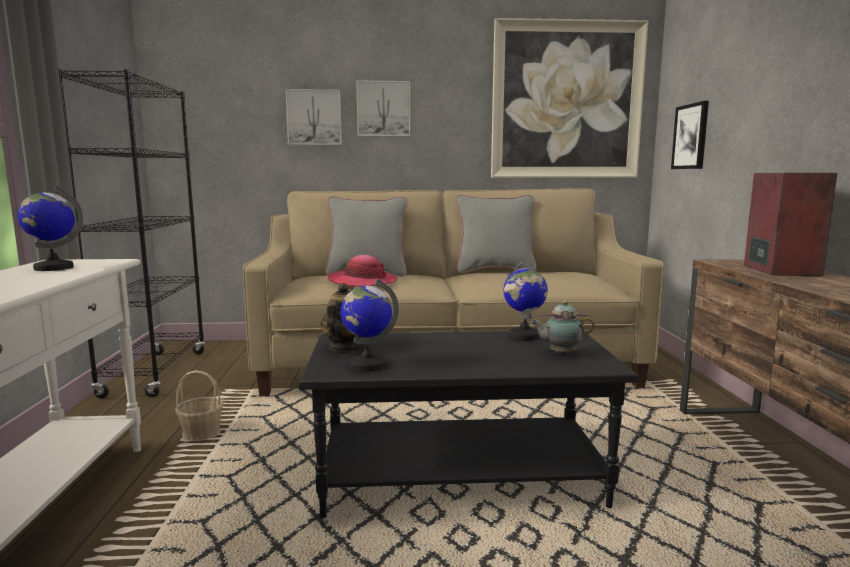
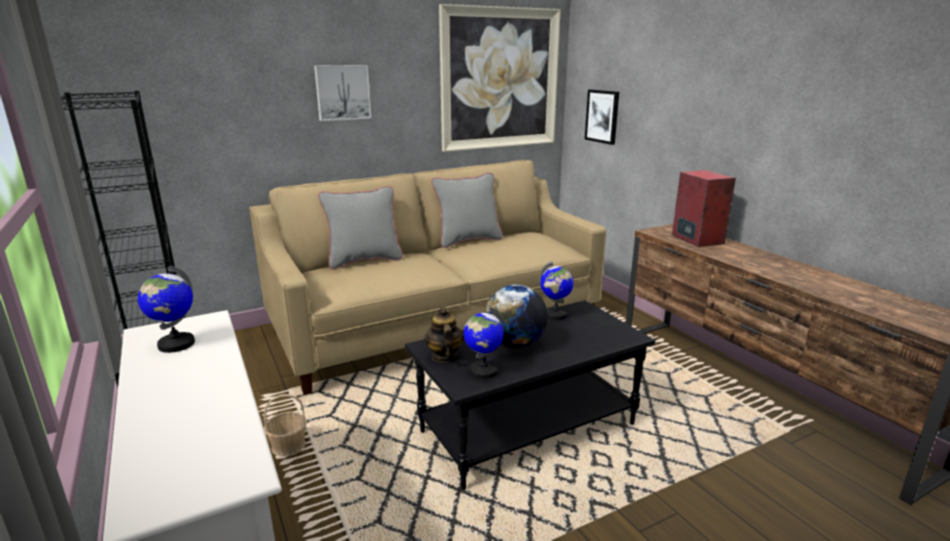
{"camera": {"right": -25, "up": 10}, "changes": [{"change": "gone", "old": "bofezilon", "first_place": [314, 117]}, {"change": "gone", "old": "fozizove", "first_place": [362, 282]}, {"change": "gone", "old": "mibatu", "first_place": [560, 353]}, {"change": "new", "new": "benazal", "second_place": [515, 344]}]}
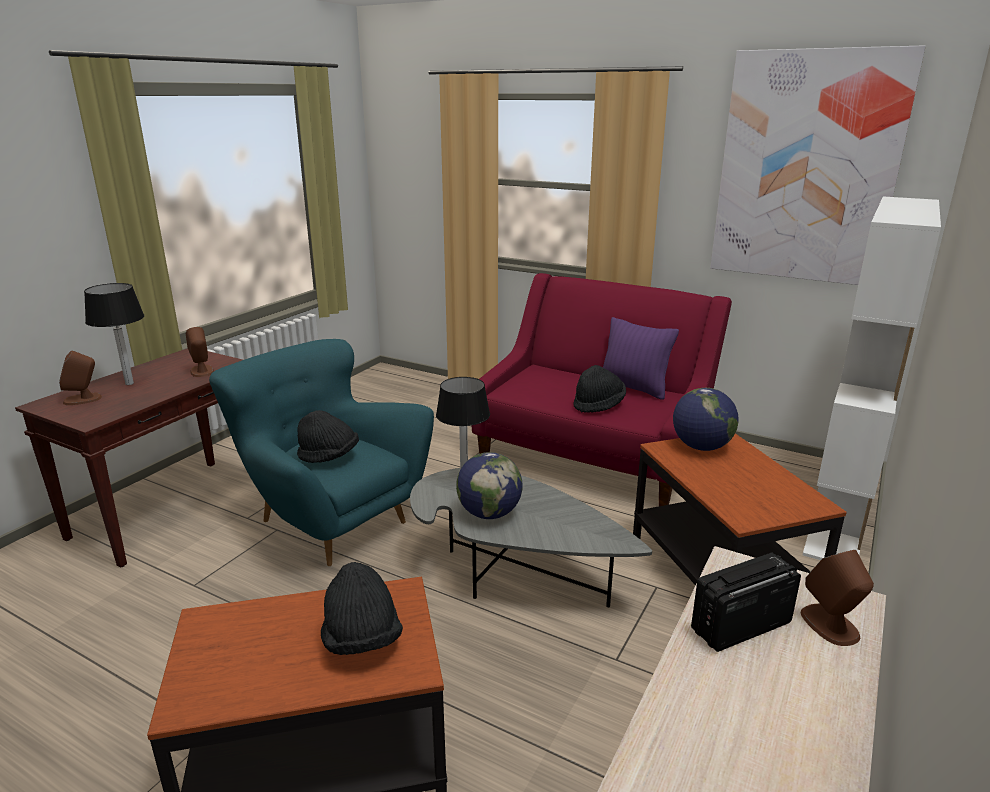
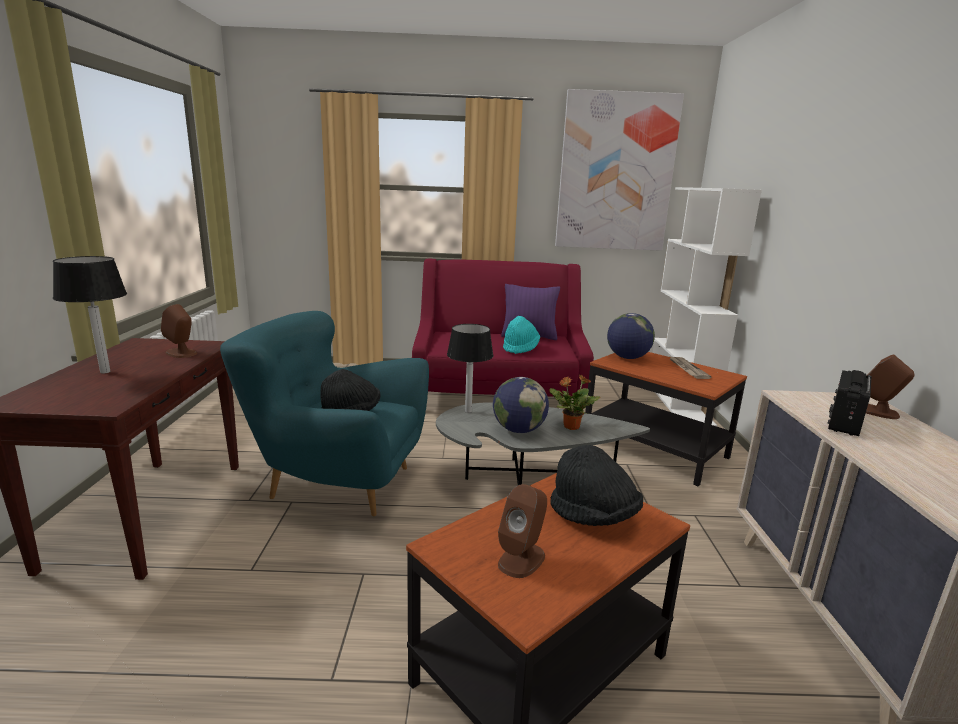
{"camera": {"right": -30, "up": -5}, "changes": [{"change": "new", "new": "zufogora", "second_place": [570, 426]}, {"change": "new", "new": "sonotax", "second_place": [687, 369]}, {"change": "shifted", "old": "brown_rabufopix", "first_place": [83, 399], "second_place": [522, 559]}, {"change": "repainted", "old": "black_fozizove", "new": "turquoise_fozizove", "first_place": [598, 405], "second_place": [520, 348]}]}
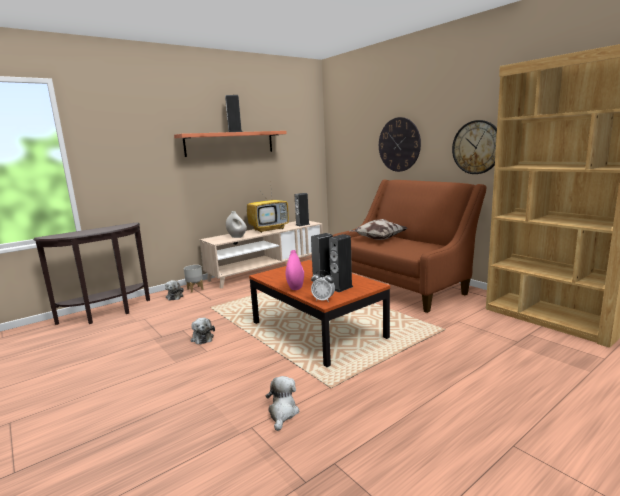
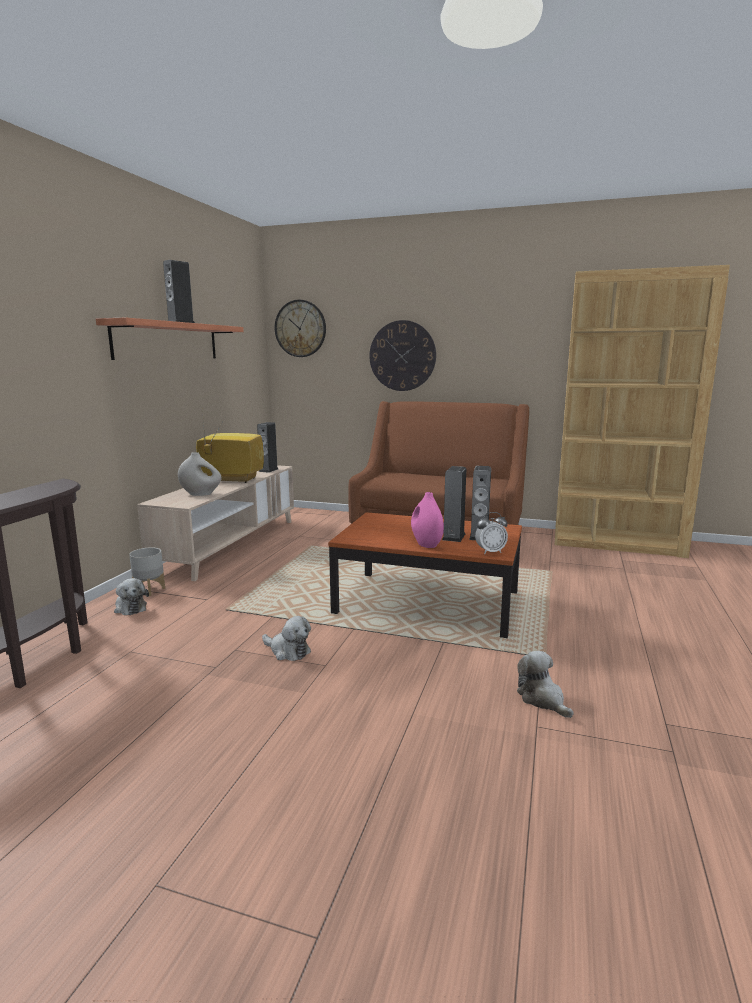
{"camera": {"right": -35, "up": 0}, "changes": [{"change": "gone", "old": "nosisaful", "first_place": [378, 239]}, {"change": "shifted", "old": "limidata", "first_place": [477, 147], "second_place": [300, 328]}, {"change": "rotated", "old": "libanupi", "first_place": [269, 229], "second_place": [230, 480], "degrees": -105}]}
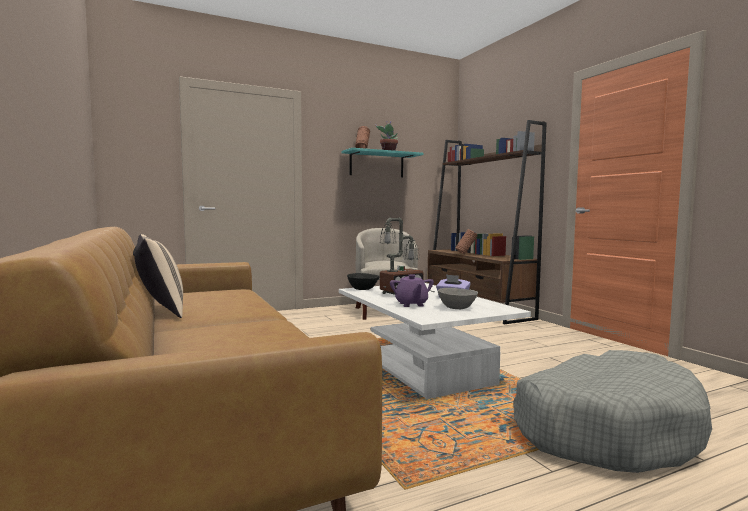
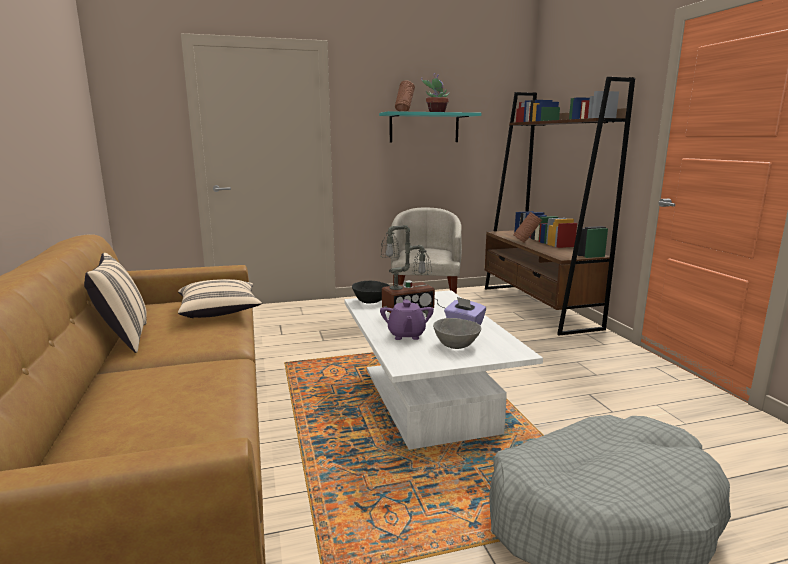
{"camera": {"right": 10, "up": 10}, "changes": [{"change": "new", "new": "beige_nosisaful", "second_place": [220, 312]}]}
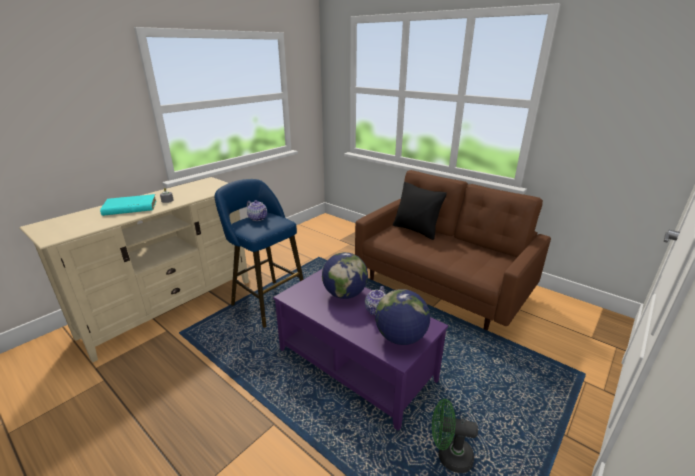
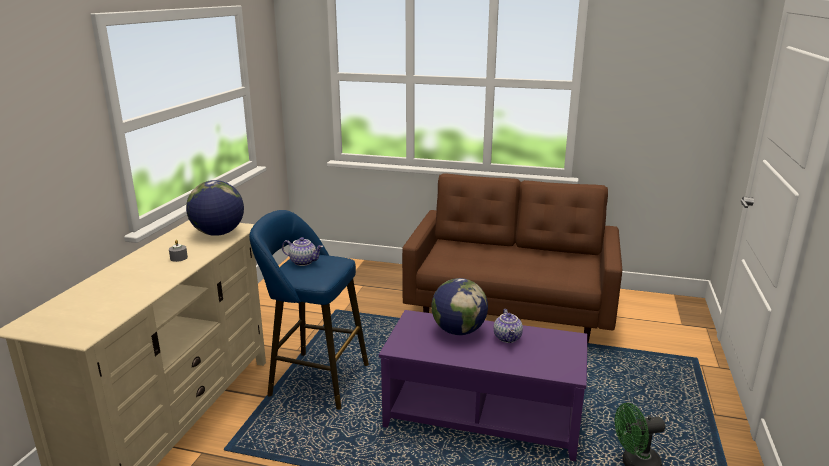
{"camera": {"right": -25, "up": -5}, "changes": [{"change": "gone", "old": "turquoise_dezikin", "first_place": [130, 208]}, {"change": "gone", "old": "black_nosisaful", "first_place": [416, 230]}, {"change": "shifted", "old": "benazal", "first_place": [400, 338], "second_place": [218, 233]}]}
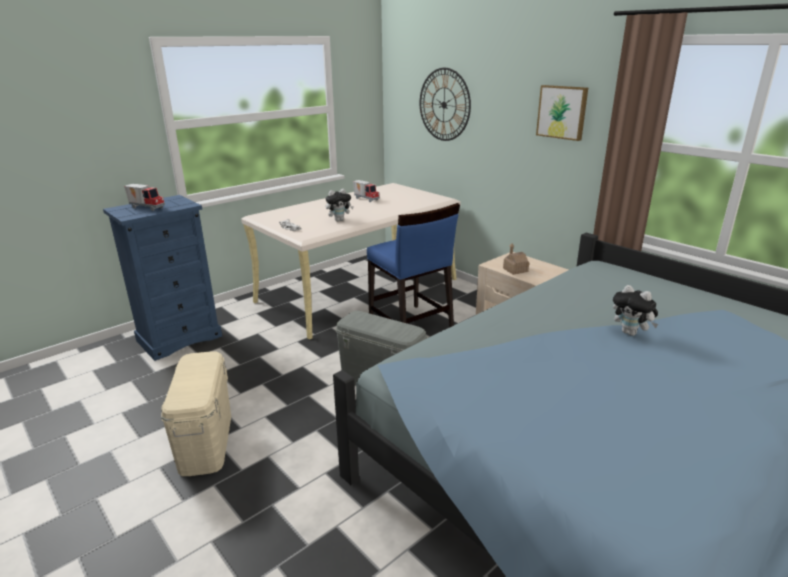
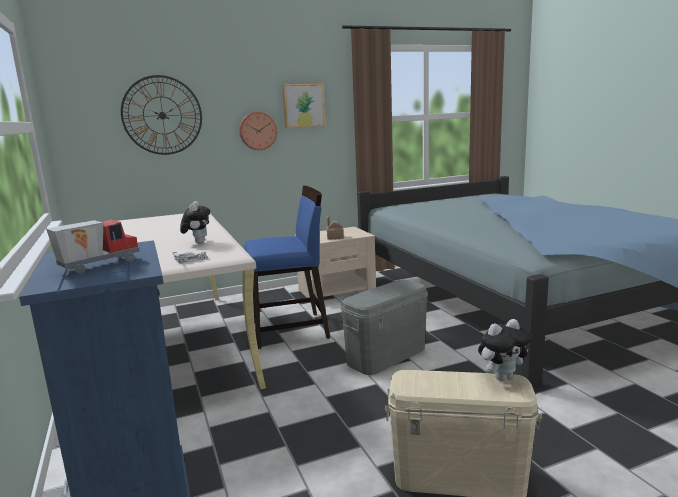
{"camera": {"right": -70, "up": -10}, "changes": [{"change": "gone", "old": "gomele", "first_place": [366, 199]}, {"change": "new", "new": "limidata", "second_place": [258, 131]}, {"change": "shifted", "old": "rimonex", "first_place": [631, 333], "second_place": [502, 377]}]}
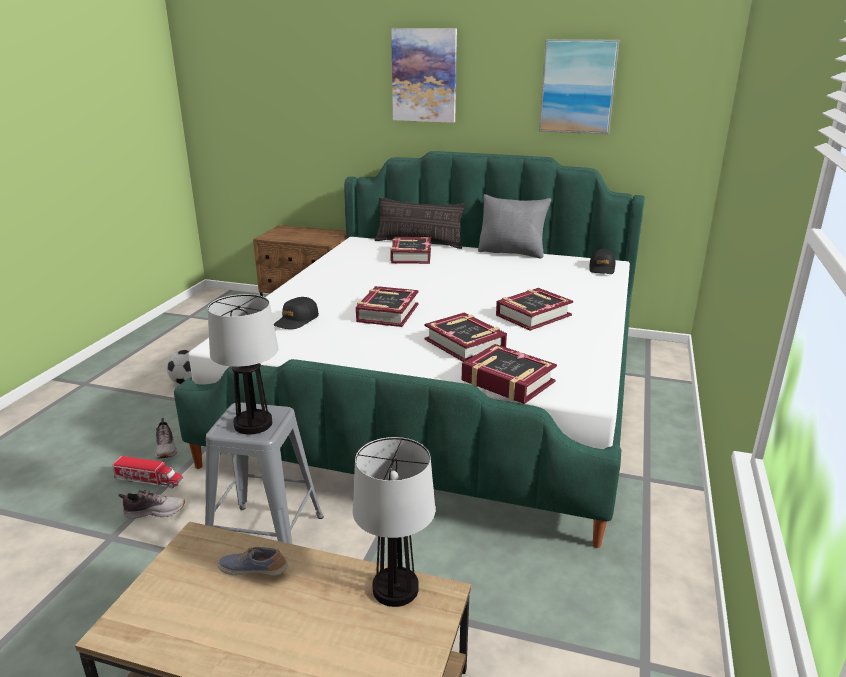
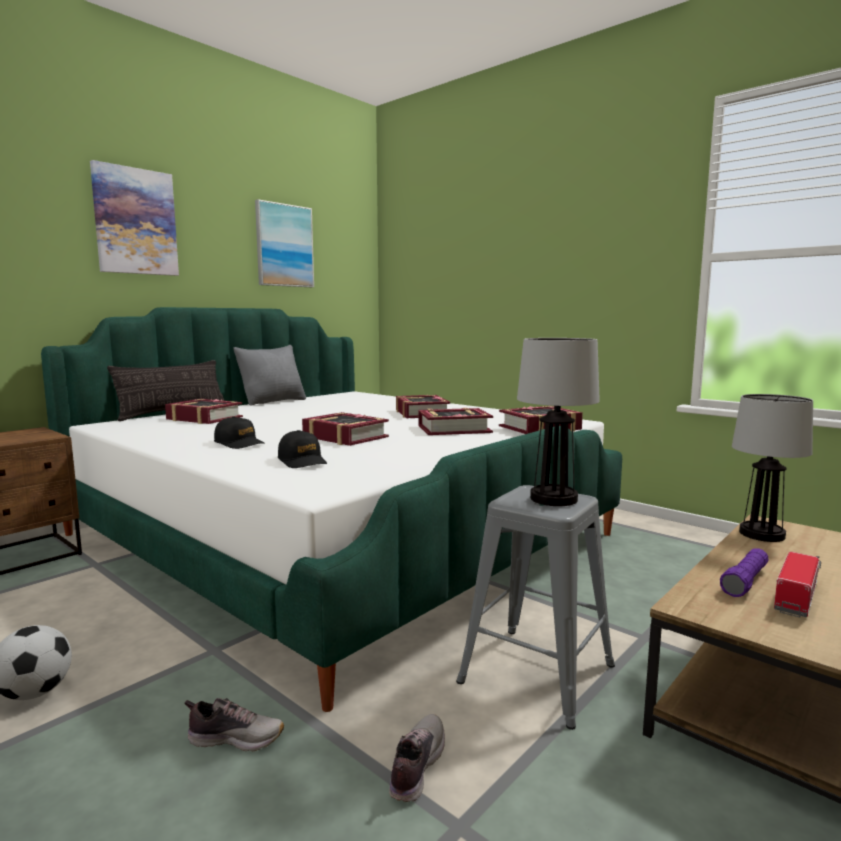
{"camera": {"right": -65, "up": -15}, "changes": [{"change": "shifted", "old": "gomele", "first_place": [149, 480], "second_place": [797, 594]}, {"change": "shifted", "old": "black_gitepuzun", "first_place": [602, 268], "second_place": [239, 443]}, {"change": "swapped", "old": "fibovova", "new": "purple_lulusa", "first_place": [253, 570], "second_place": [745, 582]}]}
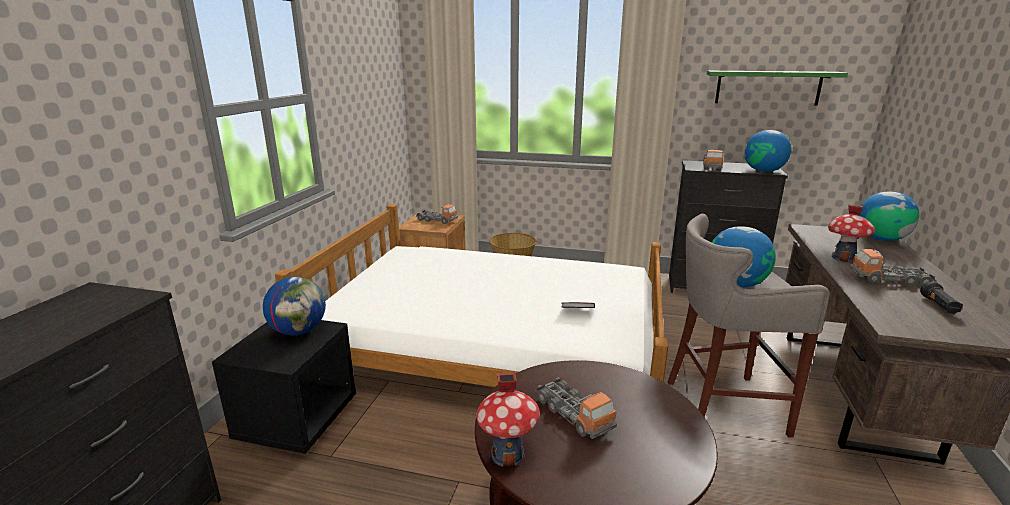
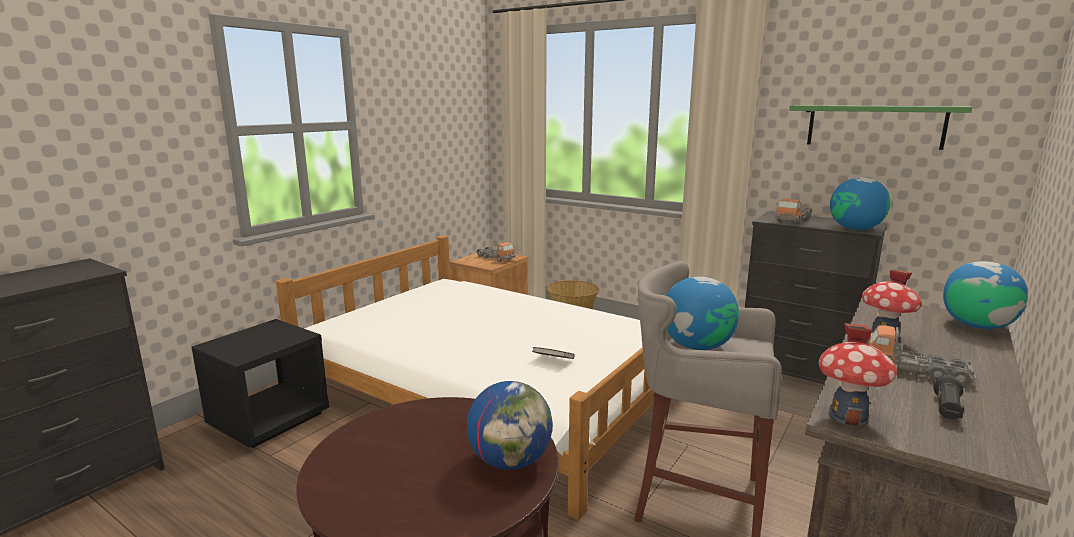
{"camera": {"right": 20, "up": -5}, "changes": [{"change": "gone", "old": "gomele", "first_place": [573, 414]}, {"change": "shifted", "old": "benazal", "first_place": [299, 331], "second_place": [510, 461]}, {"change": "shifted", "old": "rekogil", "first_place": [508, 454], "second_place": [848, 416]}]}
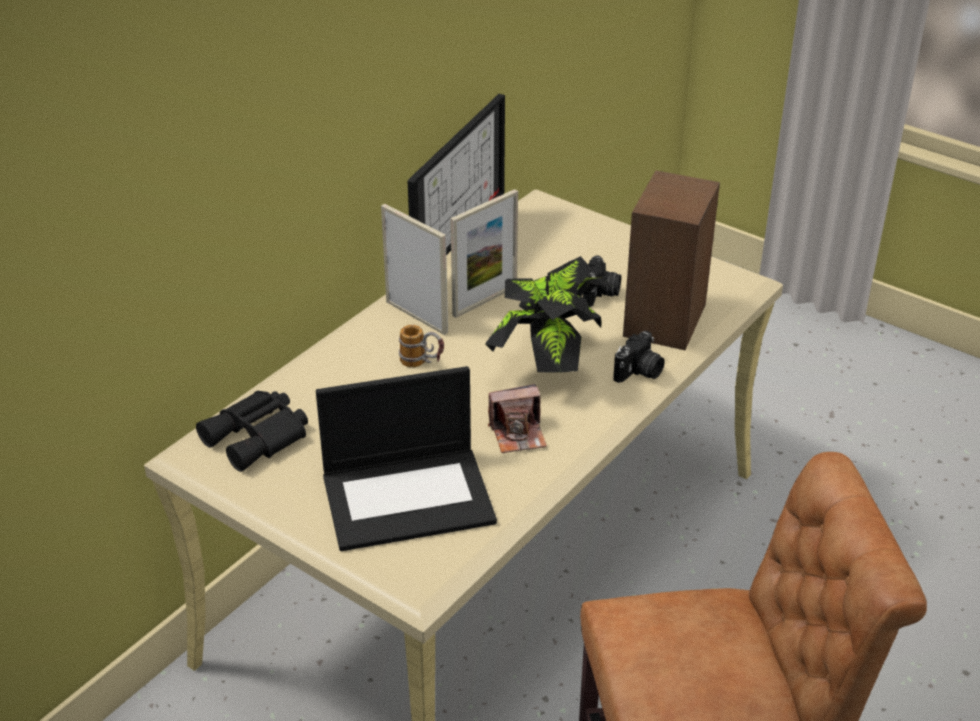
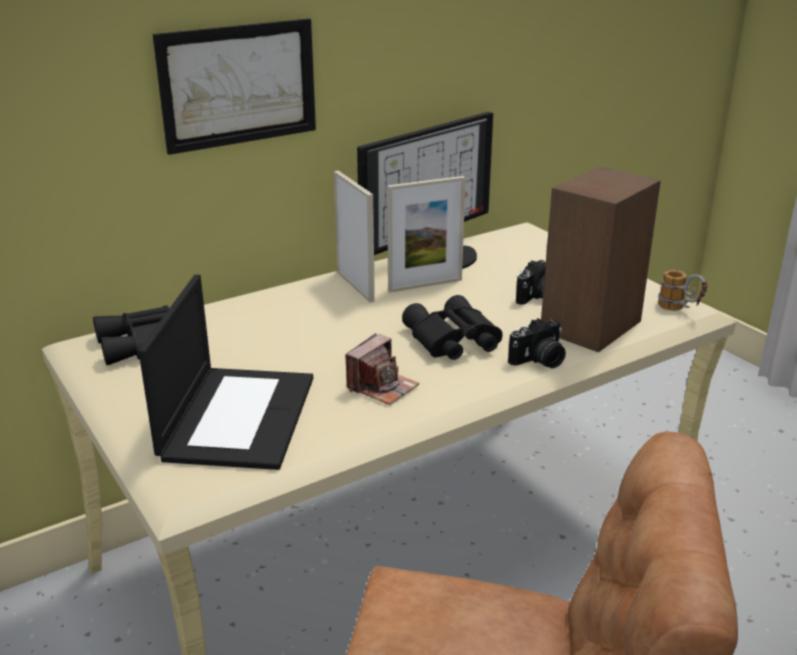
{"camera": {"right": 20, "up": -10}, "changes": [{"change": "new", "new": "bofezilon", "second_place": [238, 85]}, {"change": "shifted", "old": "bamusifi", "first_place": [422, 364], "second_place": [680, 309]}, {"change": "swapped", "old": "zufogora", "new": "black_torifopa", "first_place": [549, 366], "second_place": [451, 341]}, {"change": "rotated", "old": "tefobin", "first_place": [409, 497], "second_place": [238, 416], "degrees": -90}, {"change": "rotated", "old": "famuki", "first_place": [518, 434], "second_place": [382, 387], "degrees": -60}]}
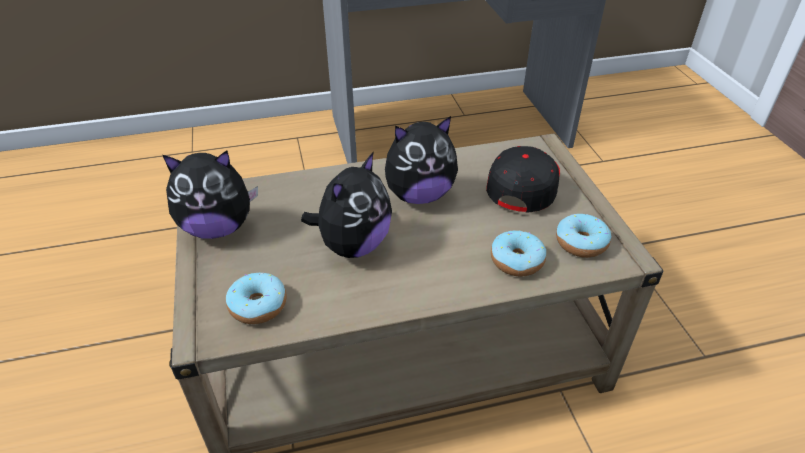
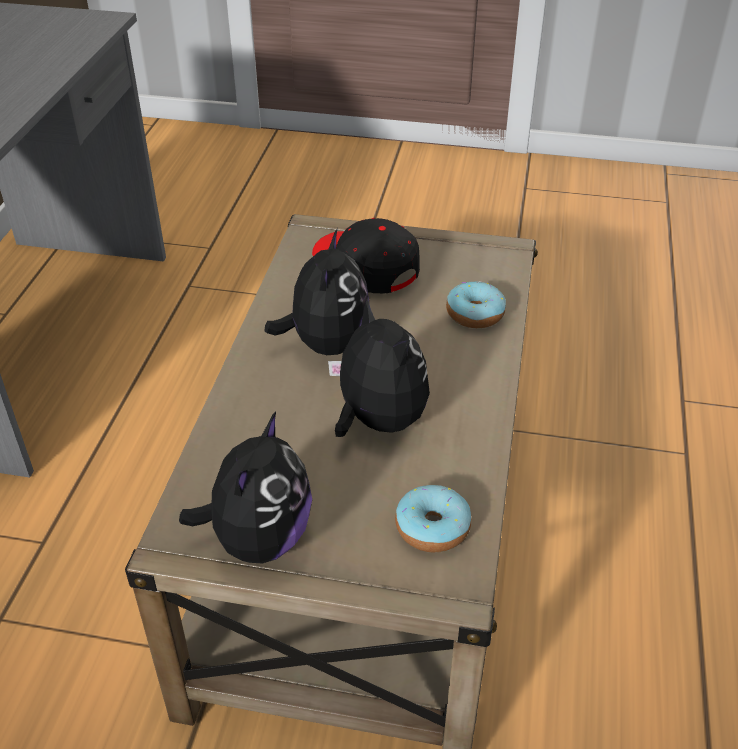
{"camera": {"right": -65, "up": 0}, "changes": [{"change": "gone", "old": "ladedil", "first_place": [581, 243]}]}
